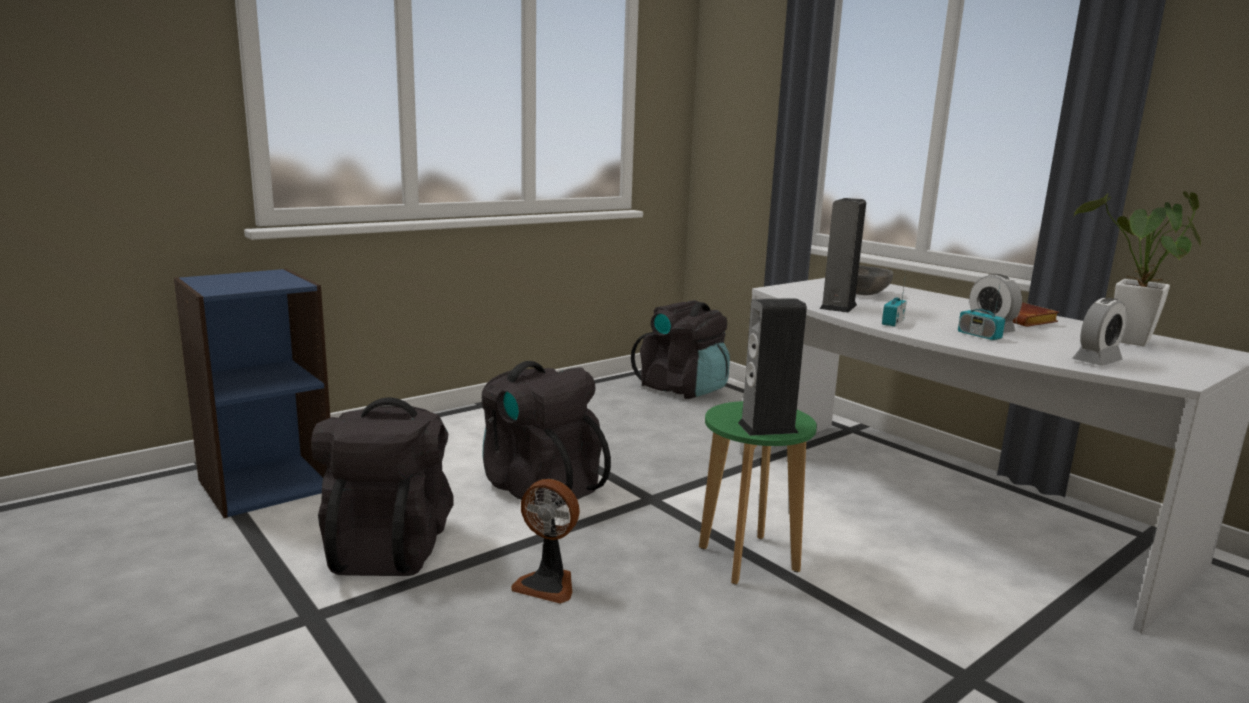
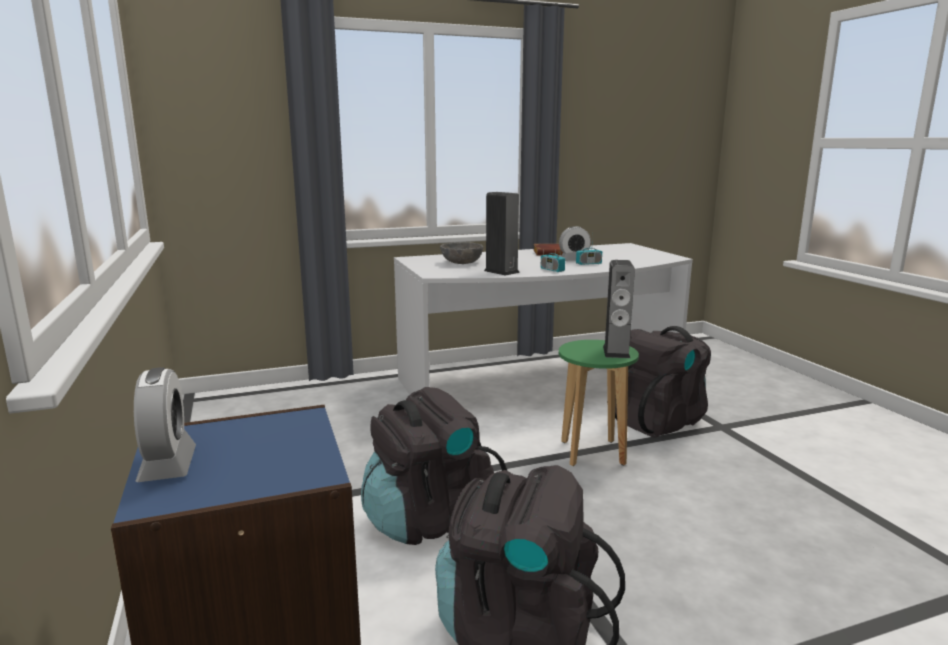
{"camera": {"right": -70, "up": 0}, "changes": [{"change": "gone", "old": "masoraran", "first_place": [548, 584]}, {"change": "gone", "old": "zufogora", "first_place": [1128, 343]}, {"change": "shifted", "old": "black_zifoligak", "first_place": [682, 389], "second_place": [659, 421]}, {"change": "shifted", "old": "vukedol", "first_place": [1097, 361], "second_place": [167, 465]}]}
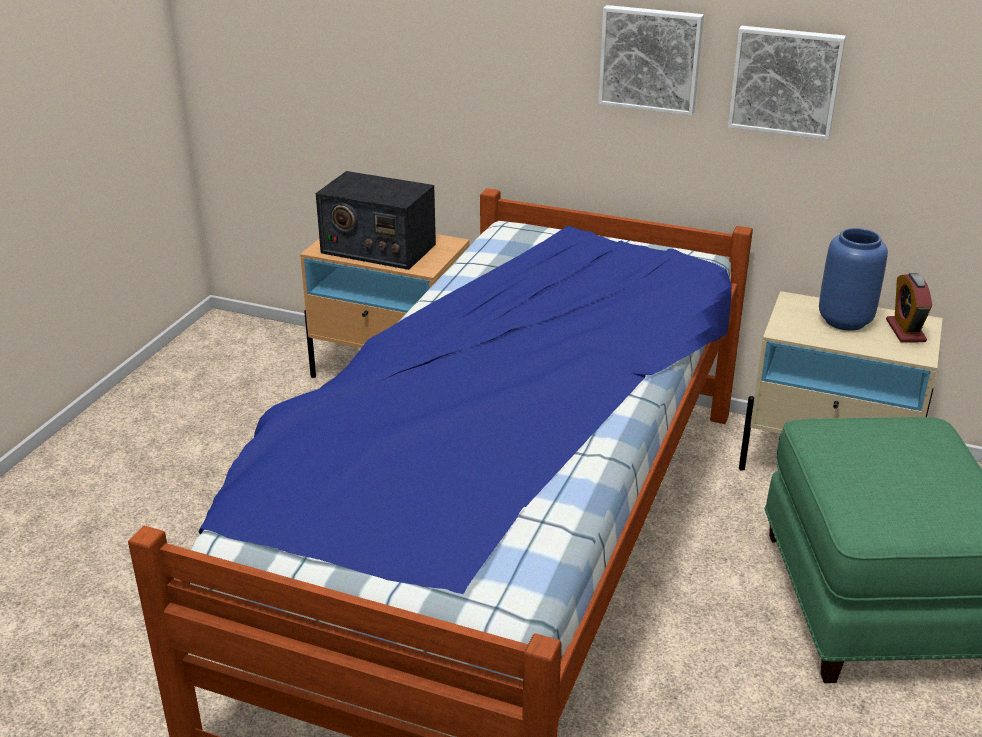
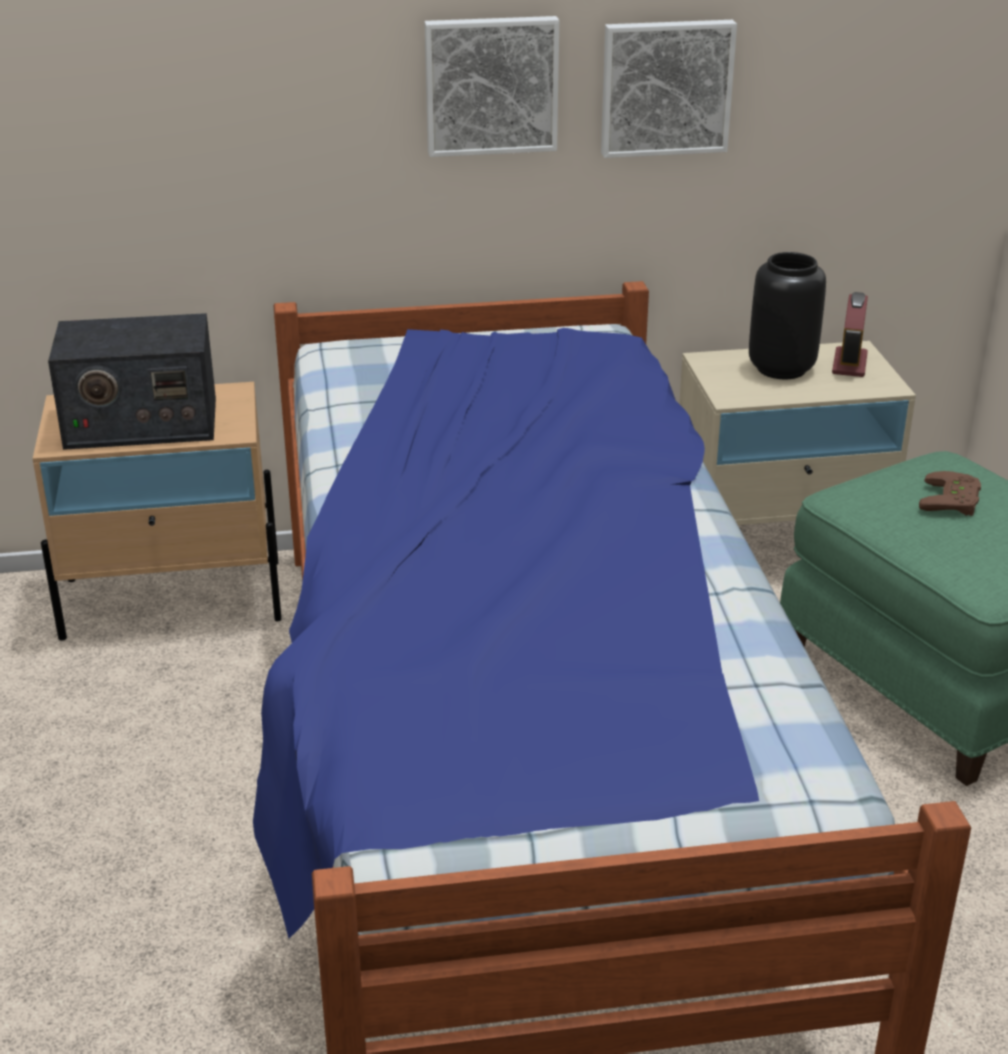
{"camera": {"right": -30, "up": 0}, "changes": [{"change": "new", "new": "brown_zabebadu", "second_place": [954, 500]}, {"change": "repainted", "old": "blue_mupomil", "new": "black_mupomil", "first_place": [843, 321], "second_place": [780, 369]}, {"change": "rotated", "old": "vukedol", "first_place": [905, 331], "second_place": [849, 364], "degrees": 45}]}
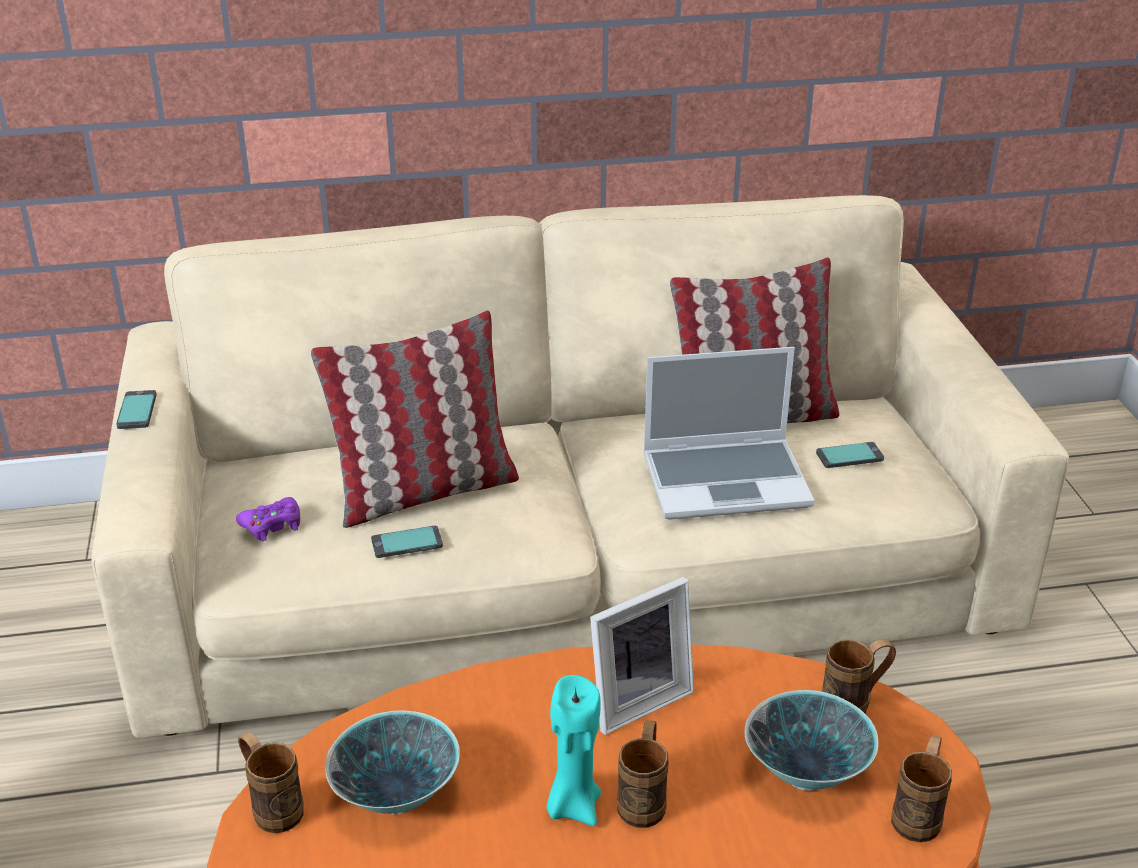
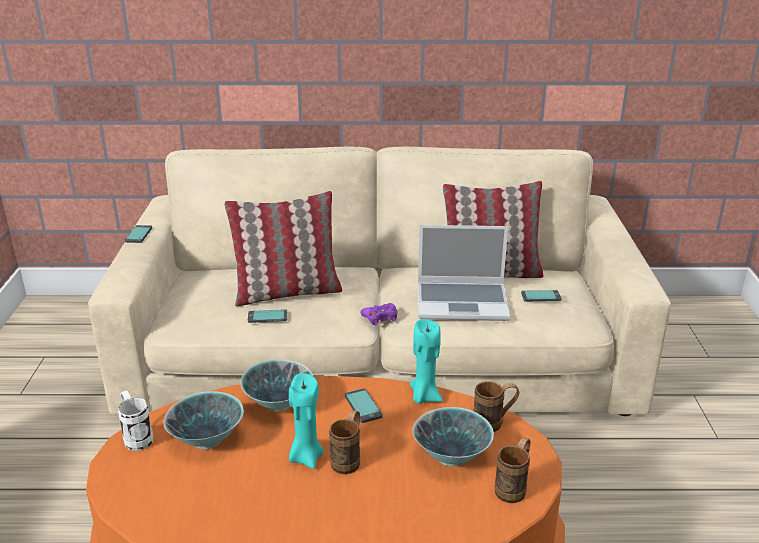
{"camera": {"right": 10, "up": -5}, "changes": [{"change": "new", "new": "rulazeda", "second_place": [278, 404]}, {"change": "new", "new": "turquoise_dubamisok", "second_place": [424, 396]}, {"change": "shifted", "old": "purple_zabebadu", "first_place": [272, 525], "second_place": [380, 318]}, {"change": "swapped", "old": "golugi", "new": "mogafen", "first_place": [635, 699], "second_place": [363, 406]}, {"change": "repainted", "old": "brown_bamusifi", "new": "white_bamusifi", "first_place": [272, 806], "second_place": [136, 437]}]}
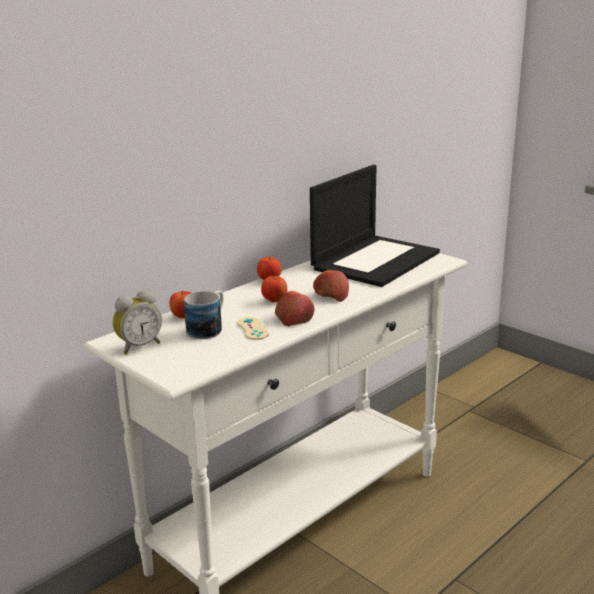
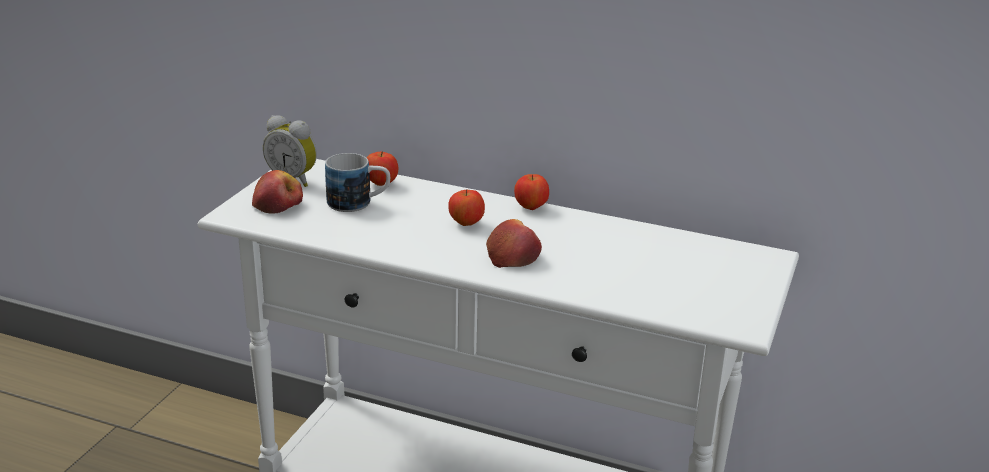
{"camera": {"right": 65, "up": 5}, "changes": [{"change": "gone", "old": "beige_zabebadu", "first_place": [252, 328]}, {"change": "gone", "old": "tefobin", "first_place": [375, 260]}, {"change": "shifted", "old": "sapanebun", "first_place": [294, 318], "second_place": [278, 205]}]}
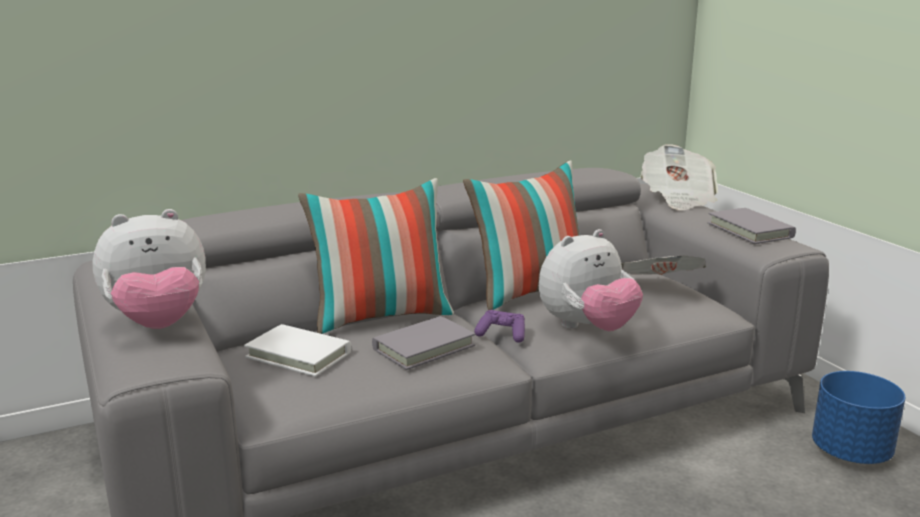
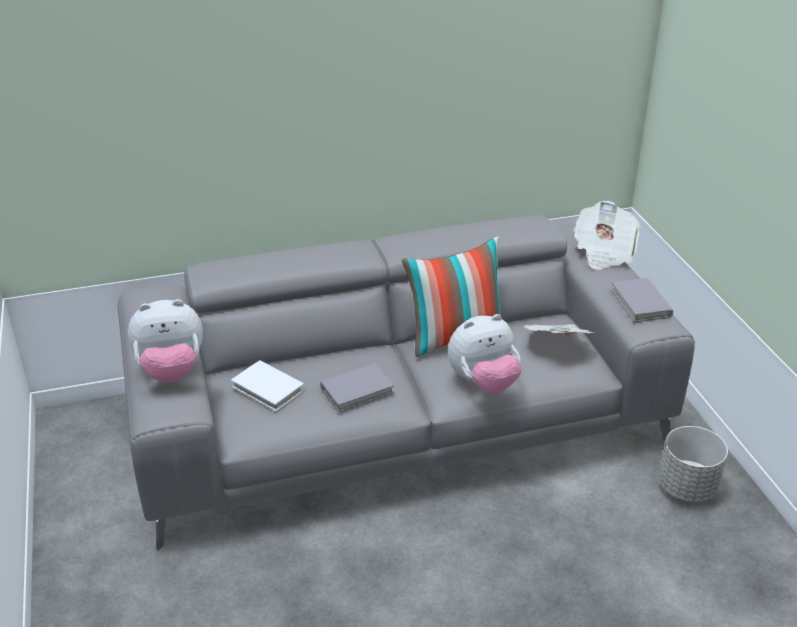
{"camera": {"right": 10, "up": 15}, "changes": [{"change": "gone", "old": "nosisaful", "first_place": [381, 317]}, {"change": "gone", "old": "purple_zabebadu", "first_place": [502, 334]}, {"change": "repainted", "old": "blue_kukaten", "new": "grey_kukaten", "first_place": [850, 452], "second_place": [687, 487]}]}
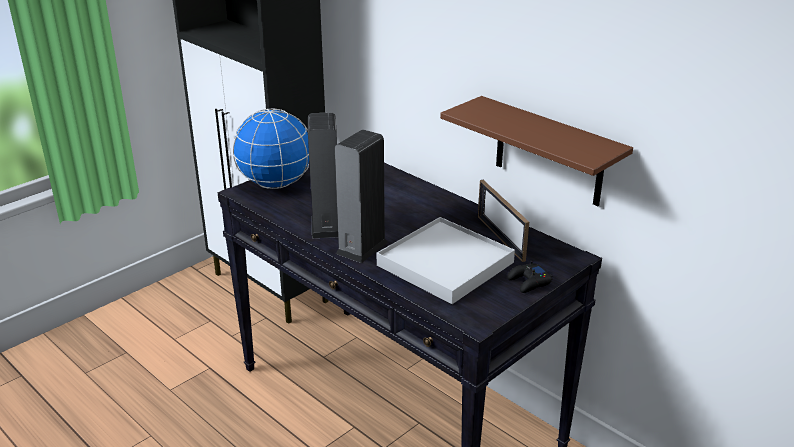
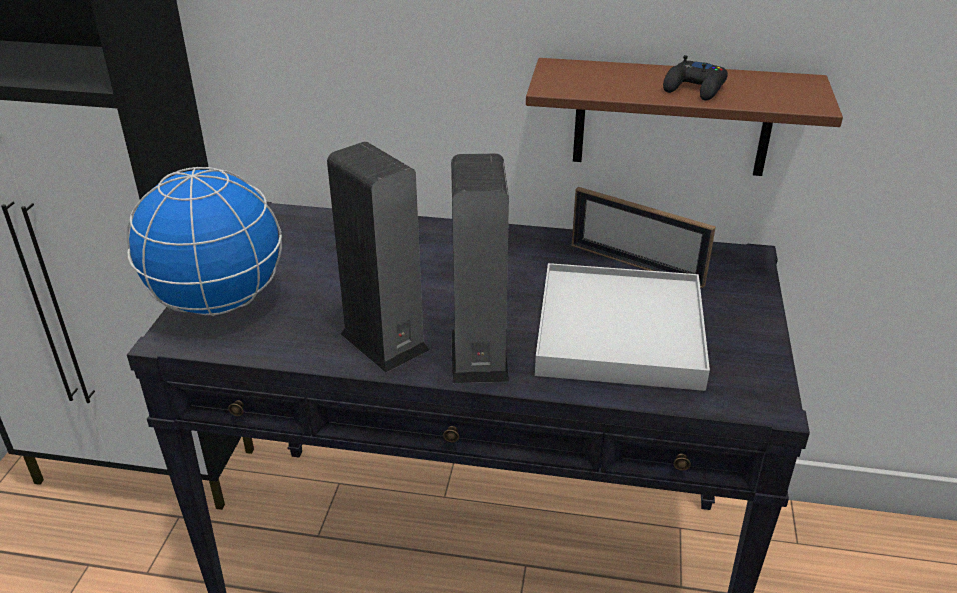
{"camera": {"right": -35, "up": 5}, "changes": [{"change": "shifted", "old": "black_zabebadu", "first_place": [529, 282], "second_place": [695, 88]}]}
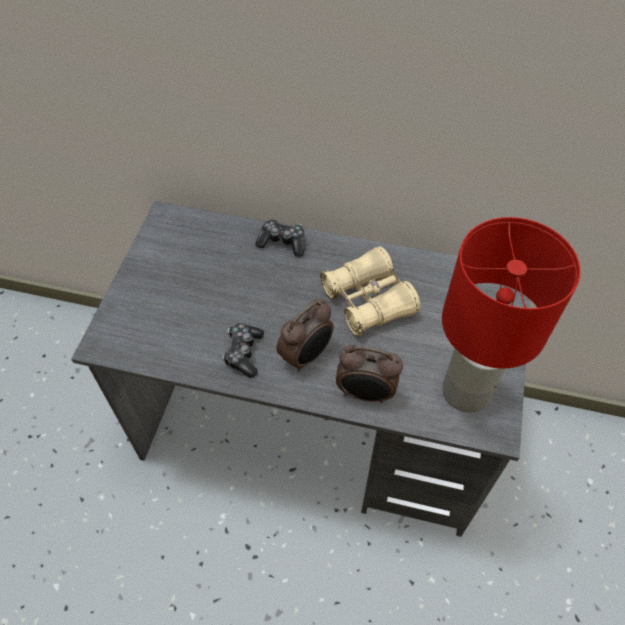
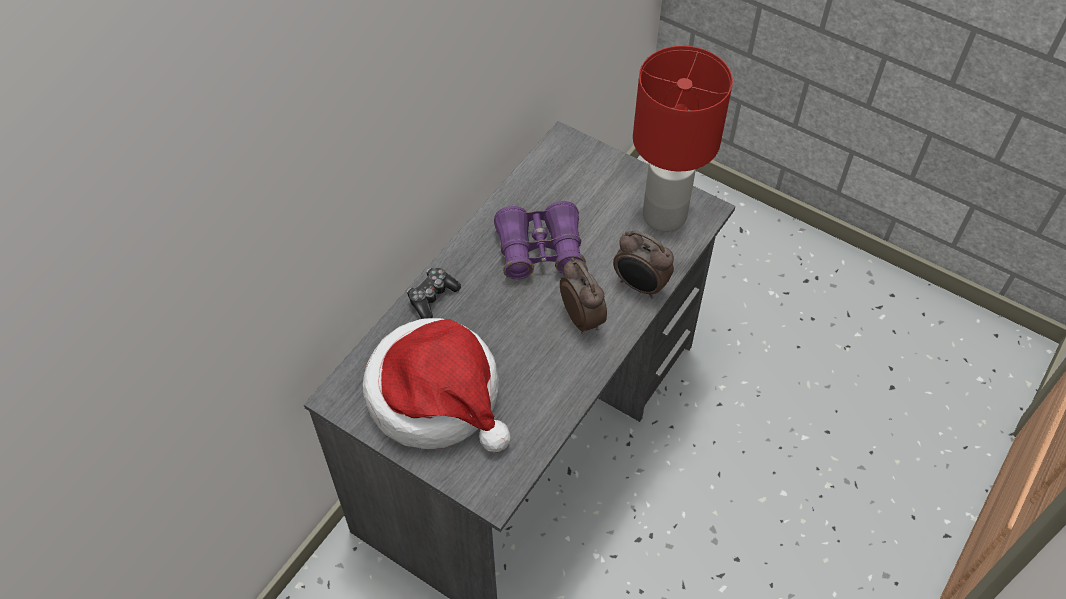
{"camera": {"right": -70, "up": 0}, "changes": [{"change": "gone", "old": "zabebadu", "first_place": [243, 353]}, {"change": "new", "new": "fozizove", "second_place": [437, 397]}, {"change": "repainted", "old": "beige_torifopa", "new": "purple_torifopa", "first_place": [368, 300], "second_place": [540, 250]}, {"change": "rotated", "old": "vukedol", "first_place": [365, 394], "second_place": [640, 286], "degrees": 90}]}
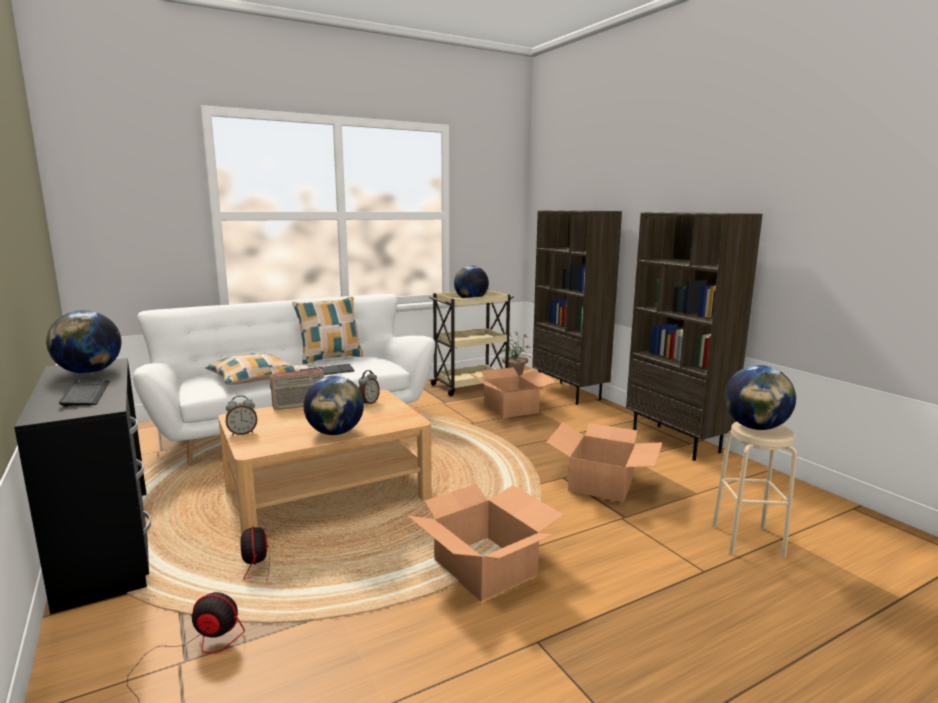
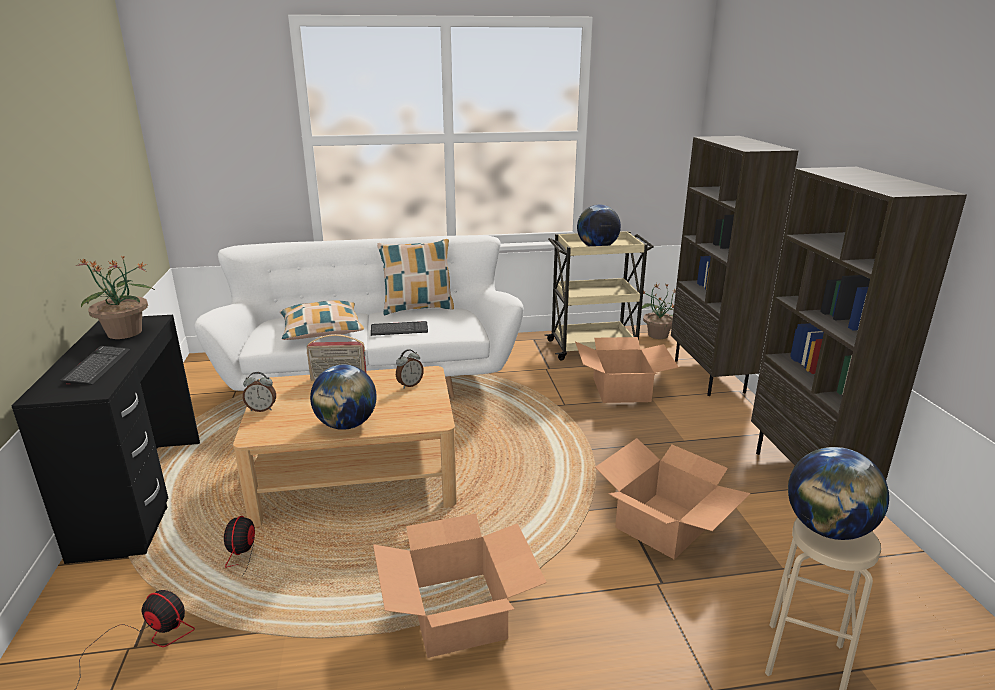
{"camera": {"right": 20, "up": 10}, "changes": [{"change": "swapped", "old": "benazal", "new": "zufogora", "first_place": [89, 372], "second_place": [125, 333]}]}
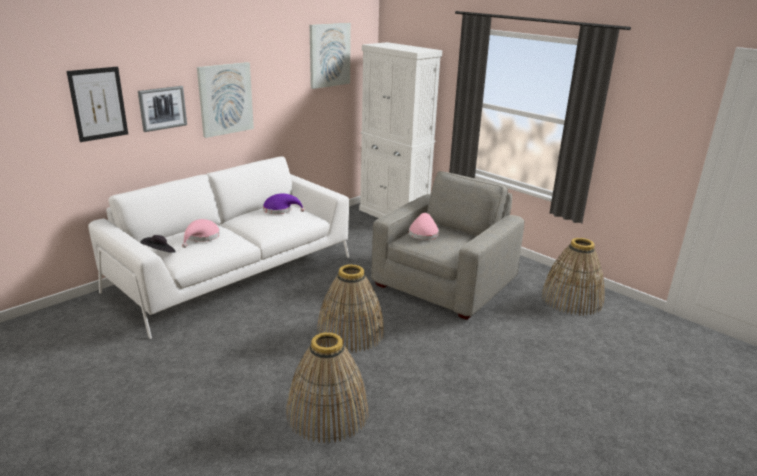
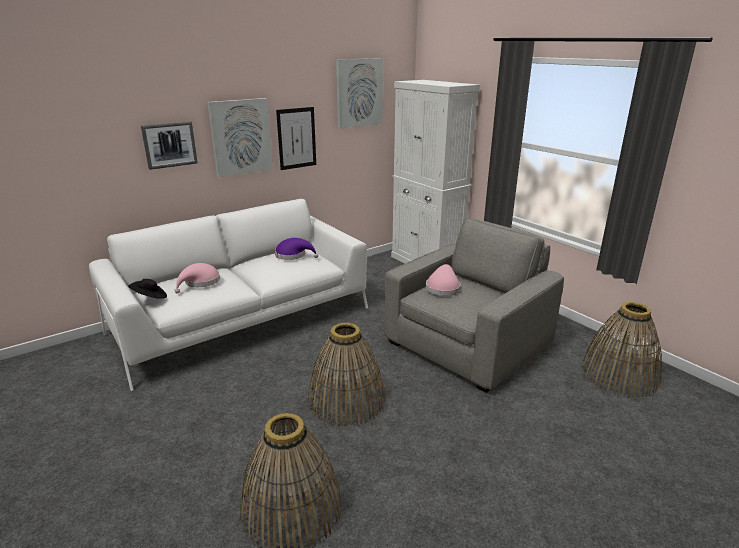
{"camera": {"right": 10, "up": 0}, "changes": [{"change": "shifted", "old": "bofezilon", "first_place": [98, 104], "second_place": [296, 138]}]}
